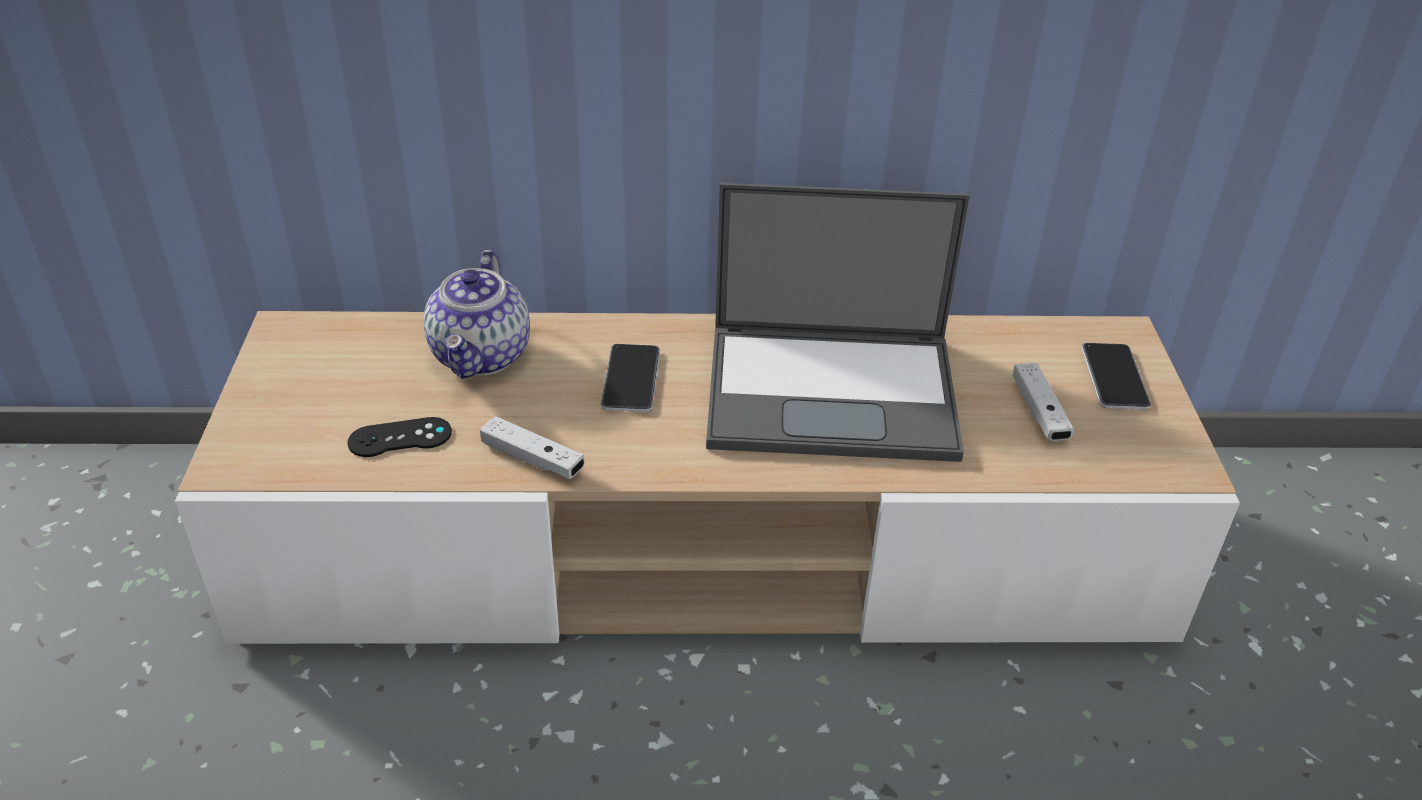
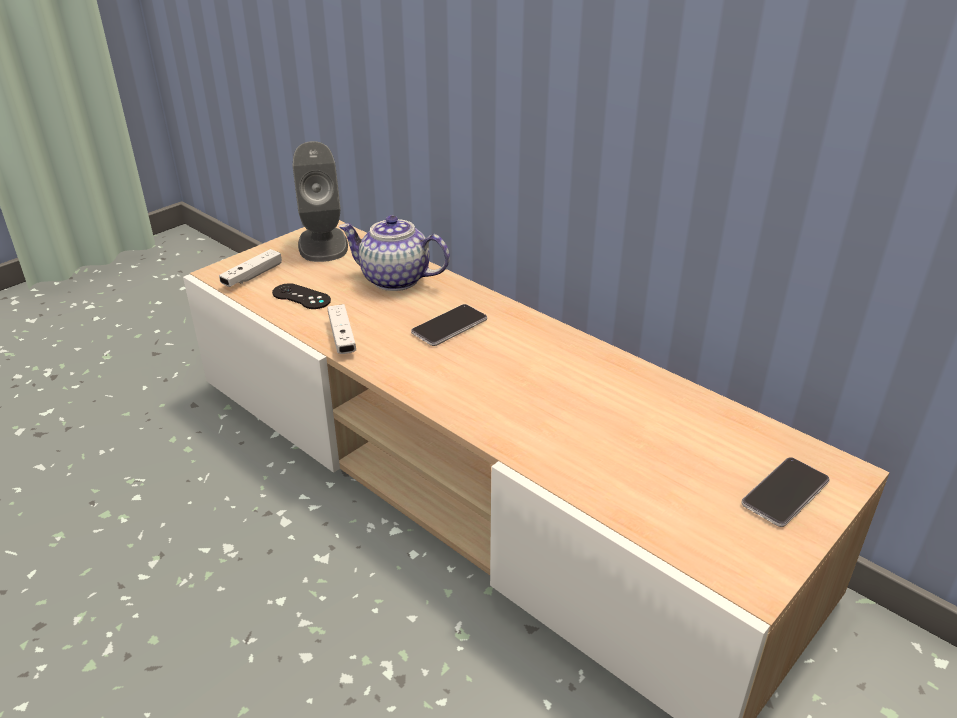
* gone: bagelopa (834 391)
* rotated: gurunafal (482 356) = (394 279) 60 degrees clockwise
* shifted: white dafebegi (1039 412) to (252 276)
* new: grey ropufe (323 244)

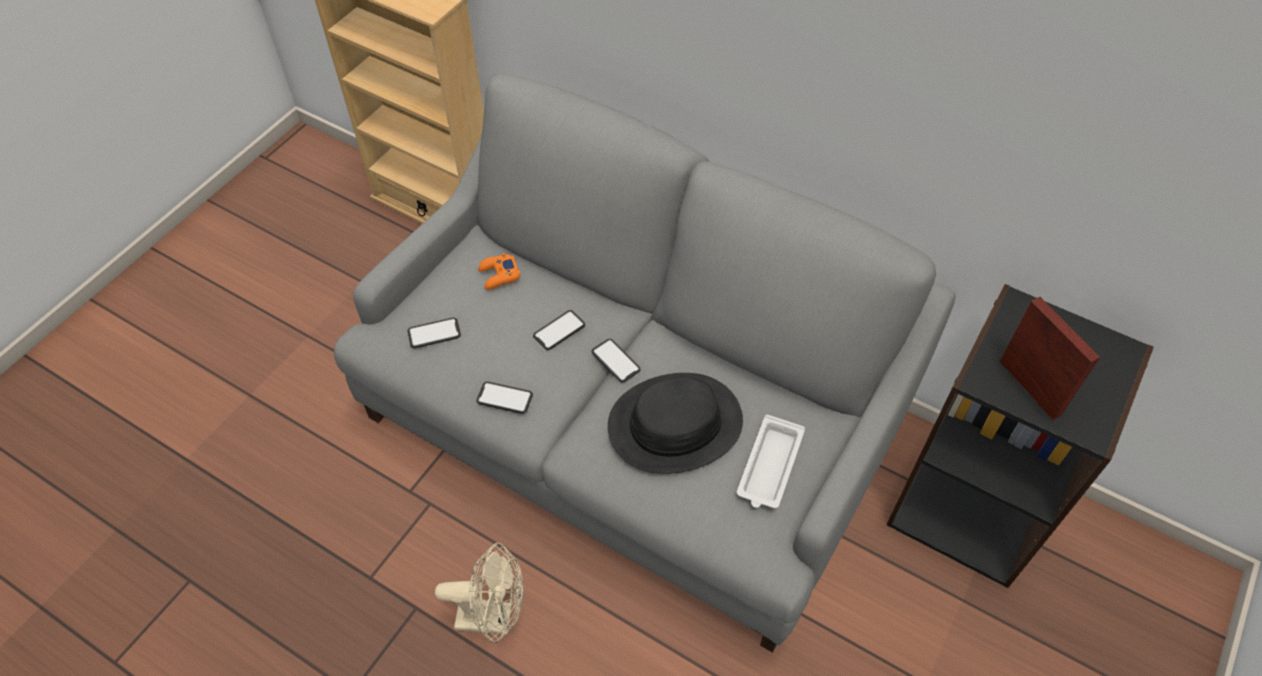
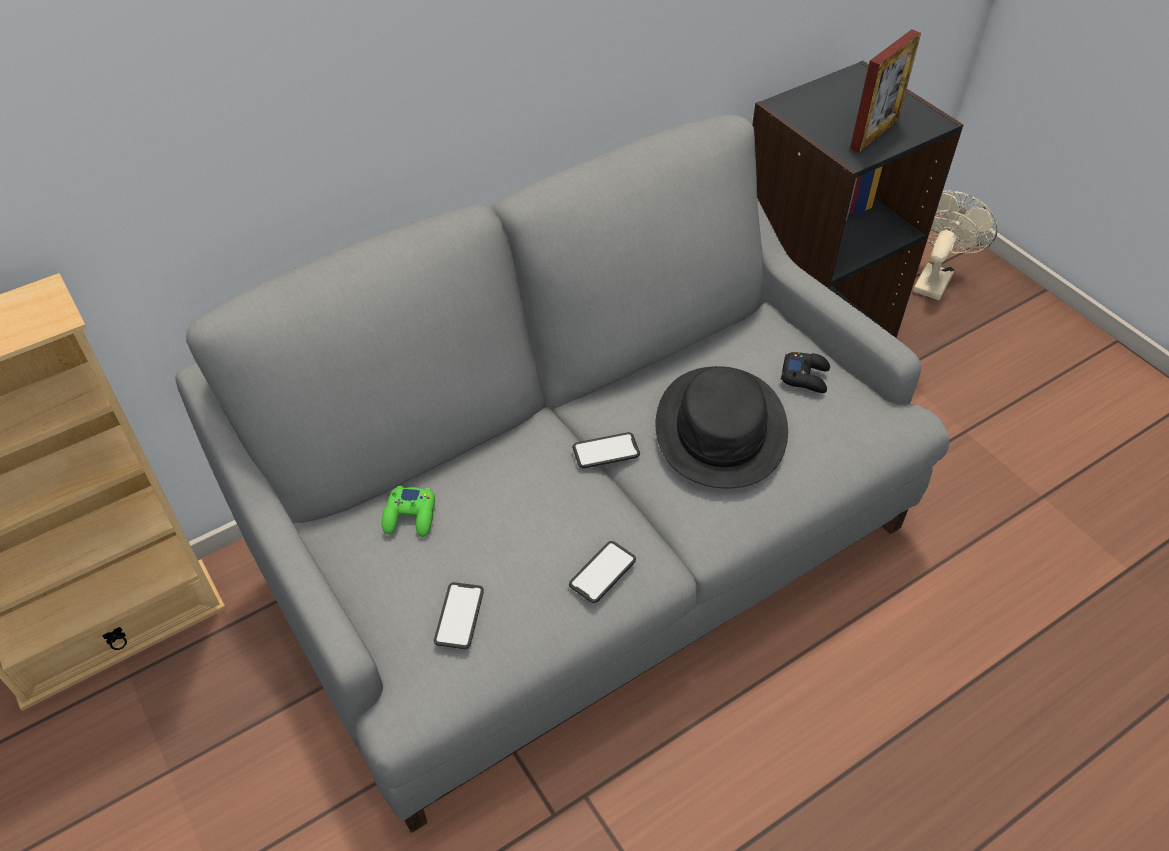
* repainted: orange dafebegi (499 275) to green dafebegi (410 516)
* rotated: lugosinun (1029 387) = (874 134) 135 degrees clockwise
* gone: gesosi (559 330)
* swapped: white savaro (769 466) to black dafebegi (805 376)
* shifted: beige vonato (493 617) to (934 278)

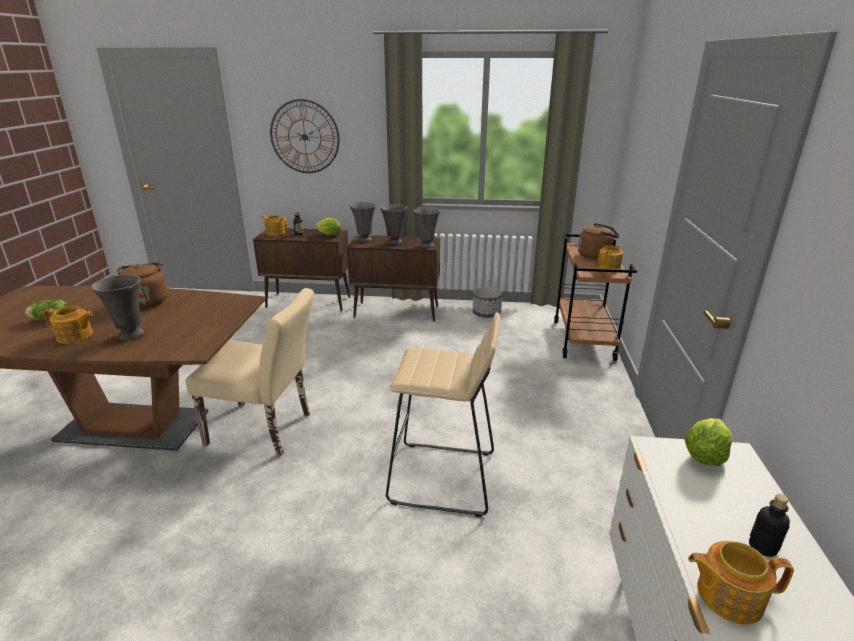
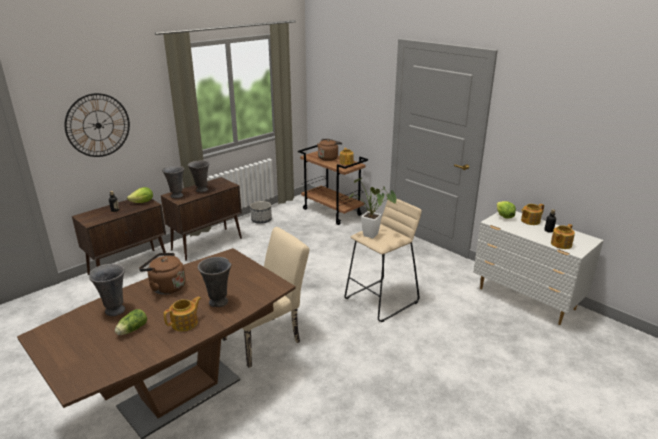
* shifted: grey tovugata (426 245) to (115 310)
* shifted: gurunafal (275 233) to (529 221)
* new: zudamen (373 236)

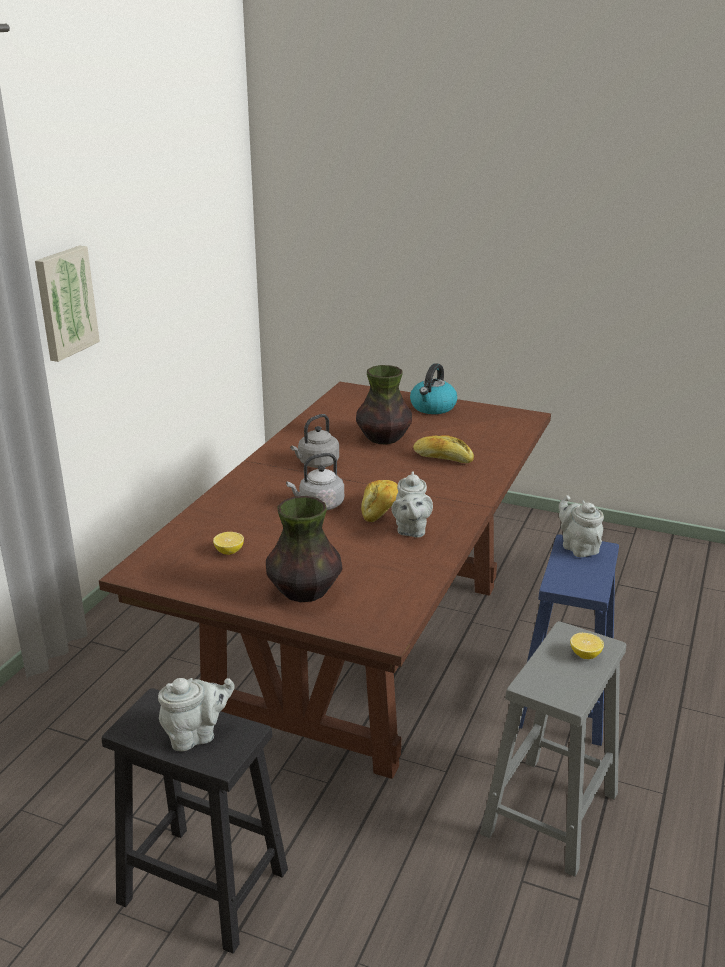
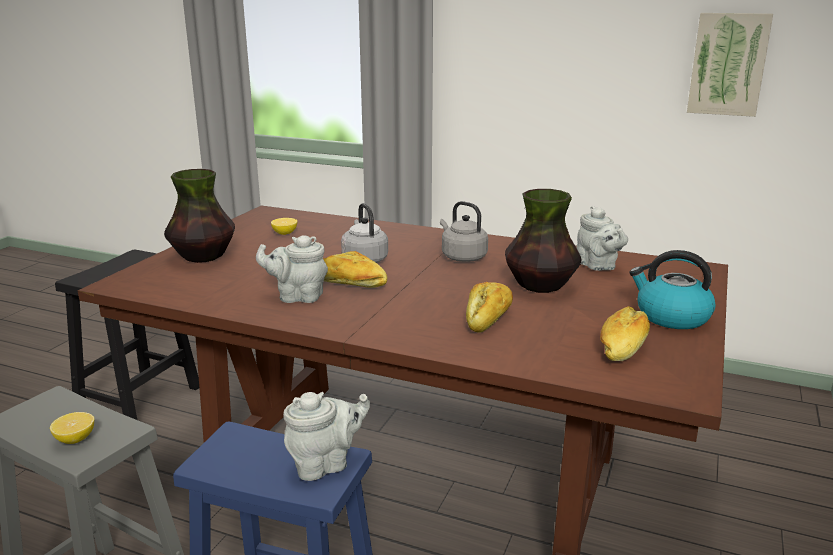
* shifted: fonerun (64 302) to (728 64)
* shifted: grey gurunafal (196 735) to (598 266)
* new: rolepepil (623 347)

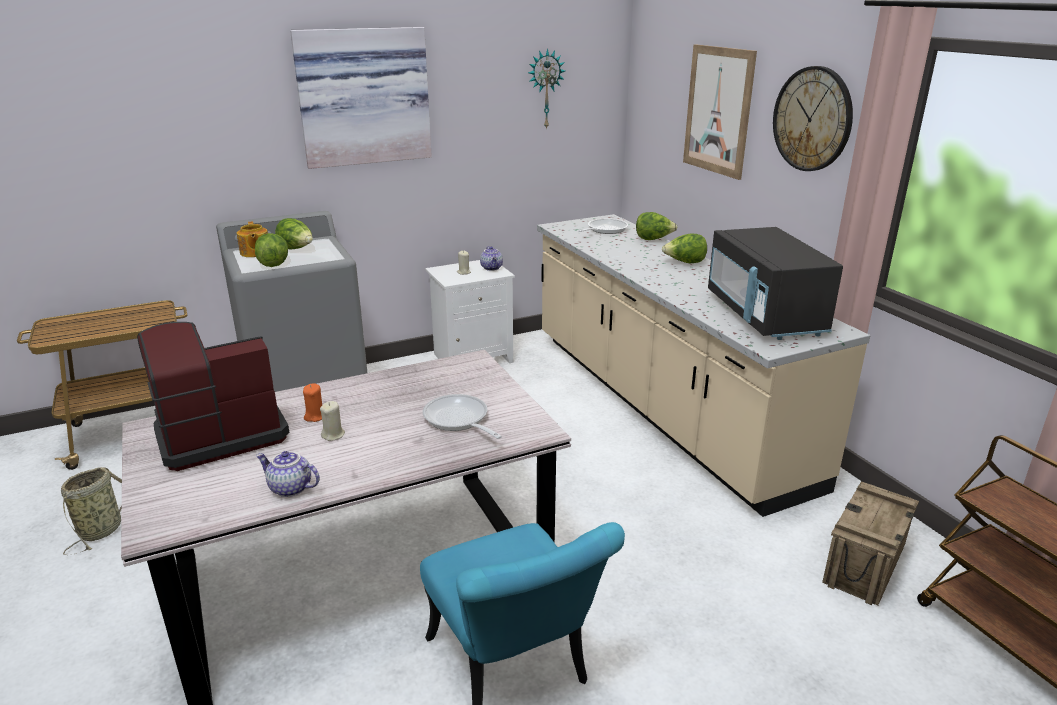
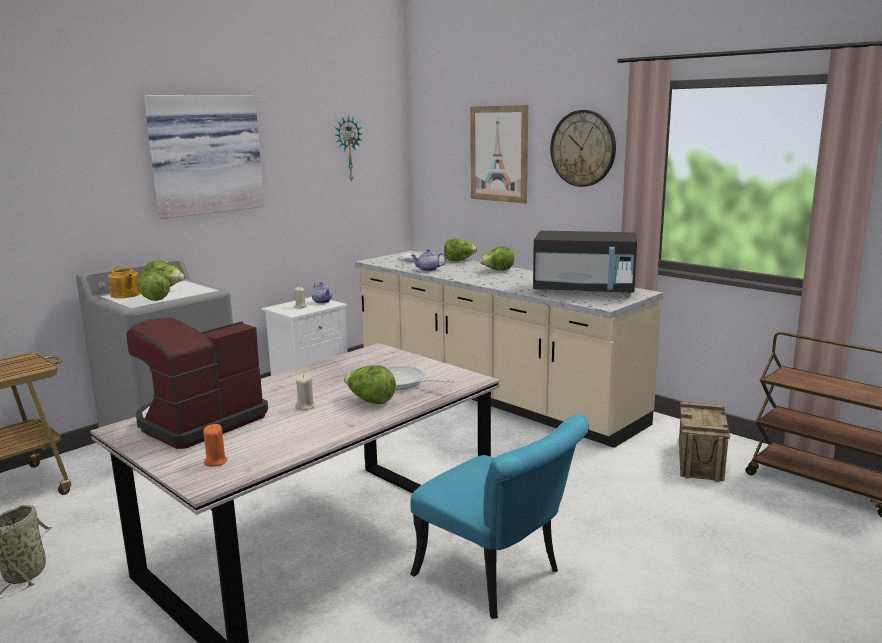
* rotated: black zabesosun (764 315) = (584 290) 45 degrees counterclockwise
* shifted: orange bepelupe (315 416) to (215 461)
* shifted: gurunafal (289 489) to (428 270)
* new: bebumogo (370 401)

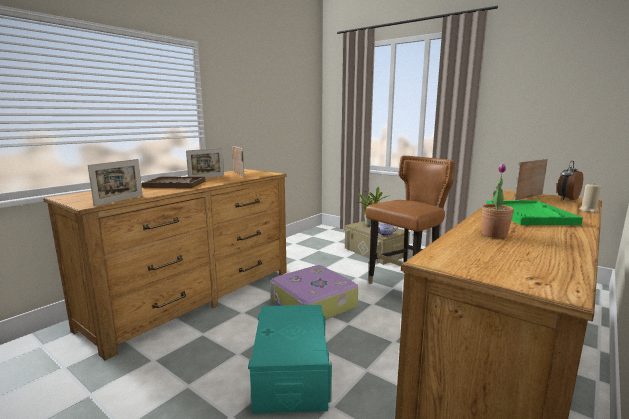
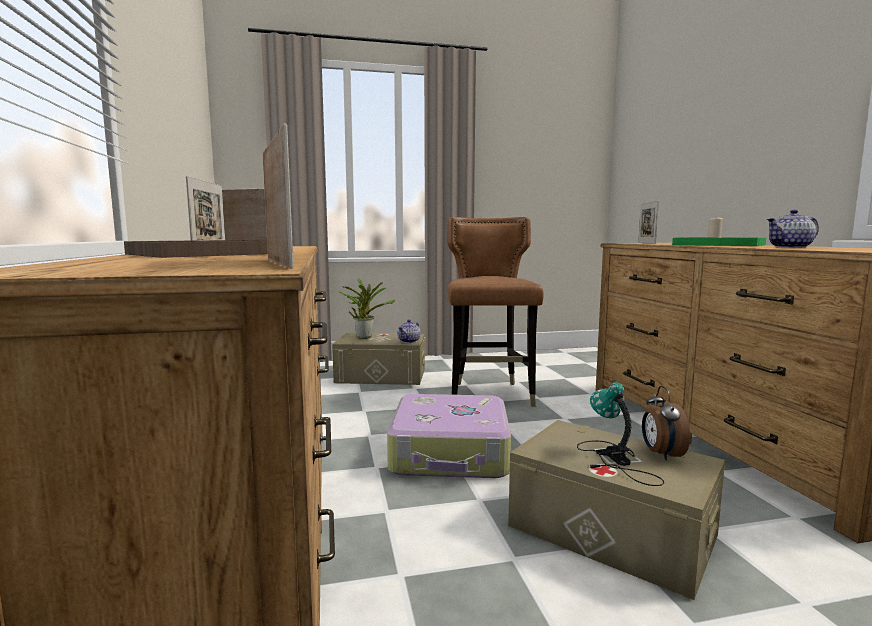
* shifted: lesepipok (567 199) to (661 454)
* swapped: zudamen (494 234) to gurunafal (791 247)
* repainted: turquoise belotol (291 372) to beige belotol (611 530)
* new: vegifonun (614 460)

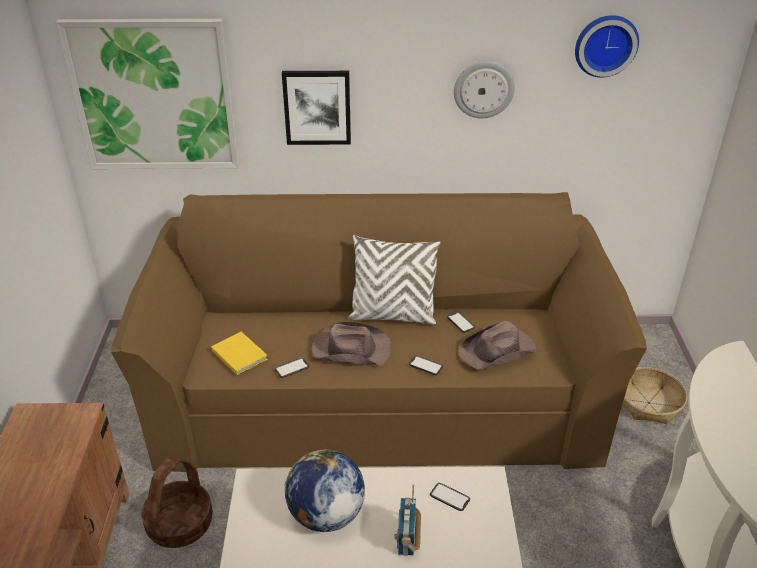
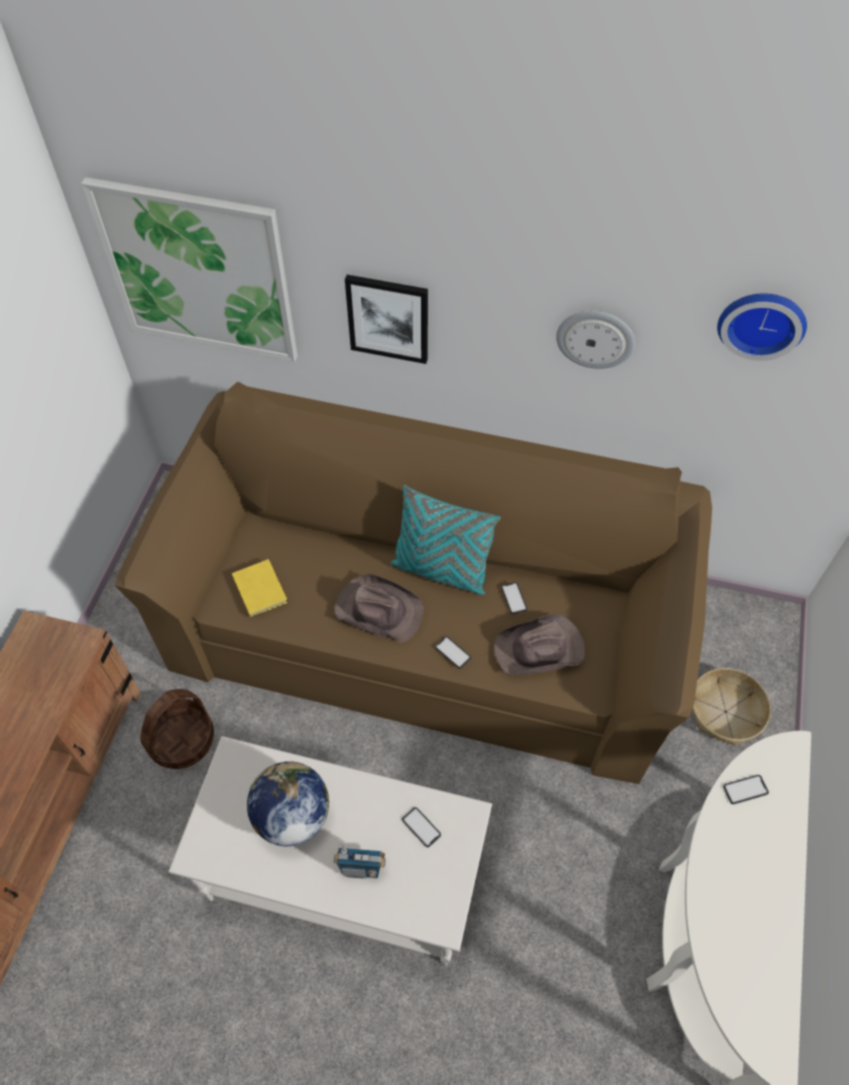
* repainted: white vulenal (393 315) to turquoise vulenal (441 570)
* shifted: gesosi (292 368) to (745 789)
* rotated: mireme (407 541) = (361 868) 105 degrees counterclockwise

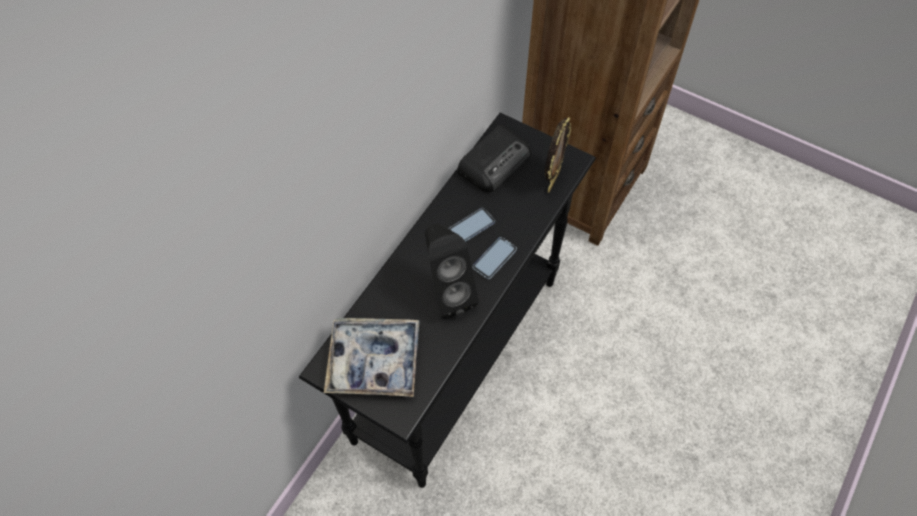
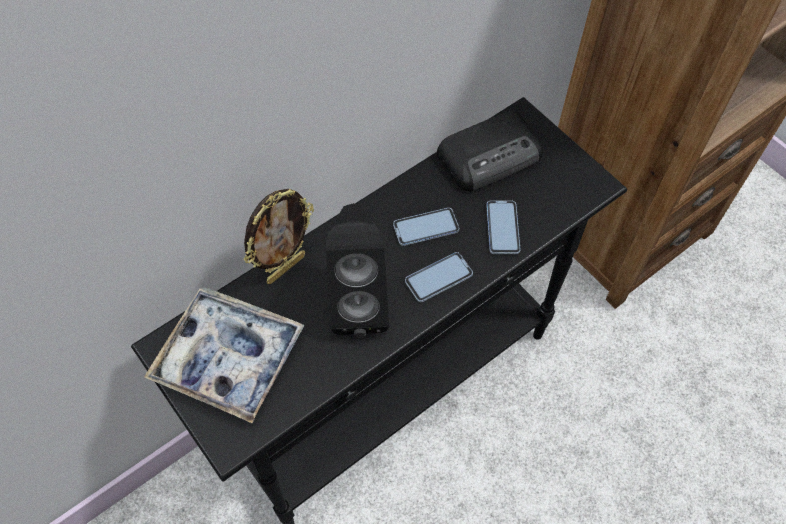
* shifted: lugosinun (552 179) to (285 268)
* new: gesosi (502 228)

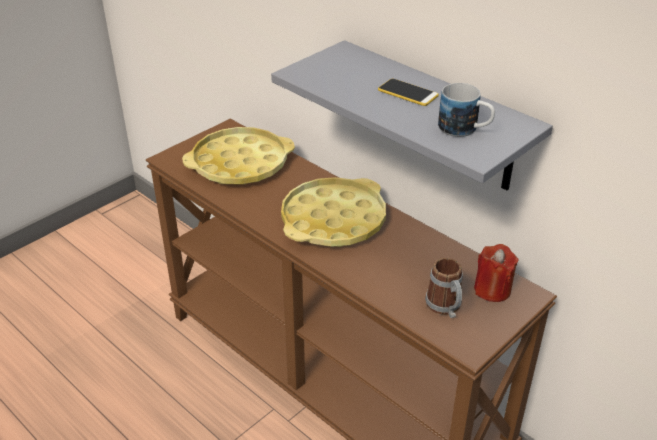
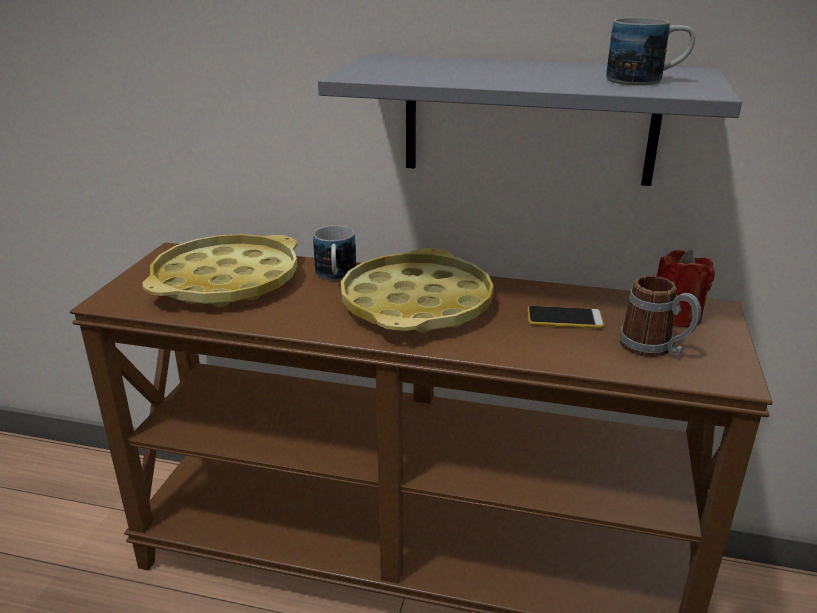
* shifted: gesosi (408 93) to (564 318)
* new: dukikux (335 276)

